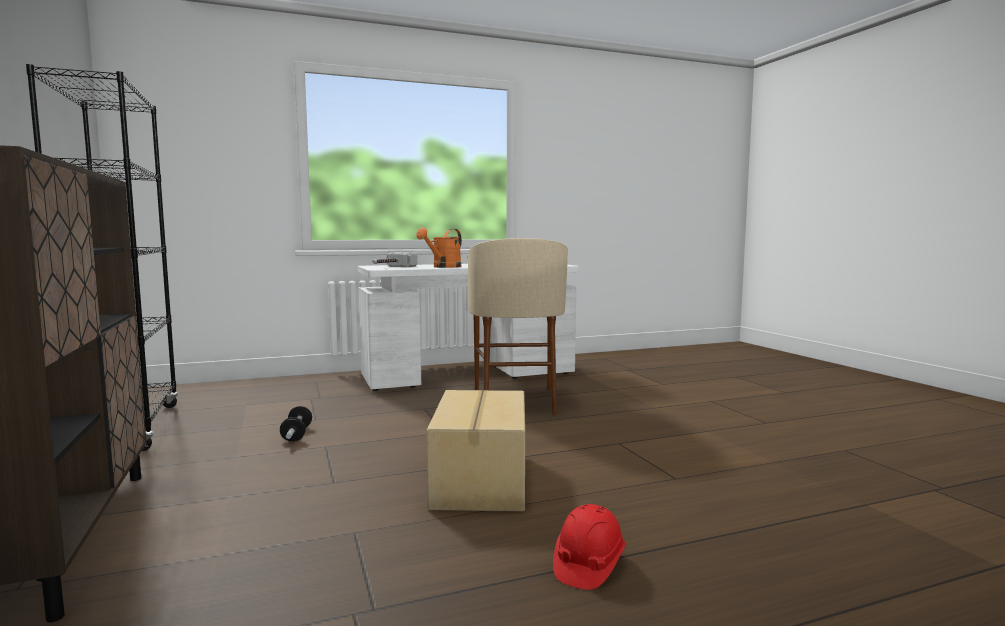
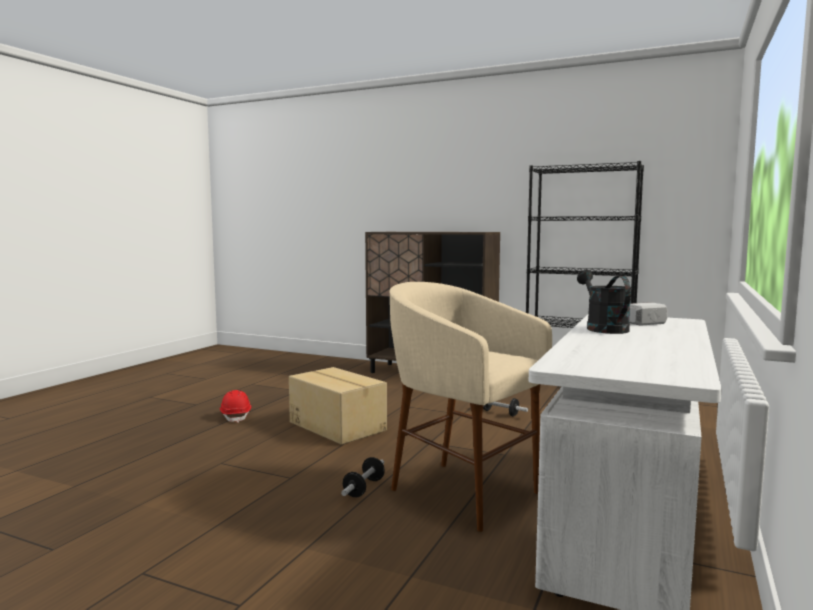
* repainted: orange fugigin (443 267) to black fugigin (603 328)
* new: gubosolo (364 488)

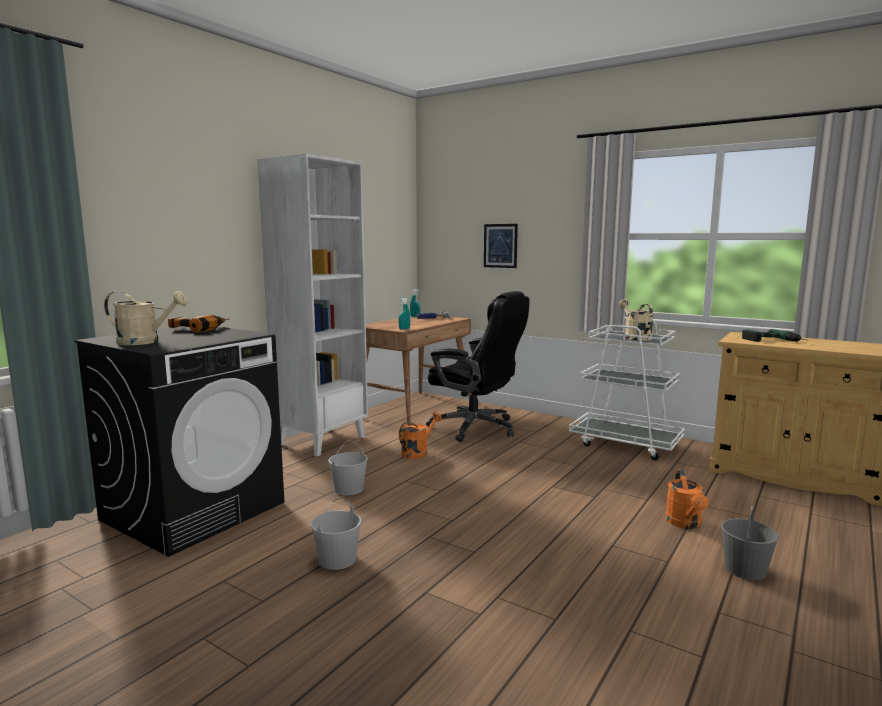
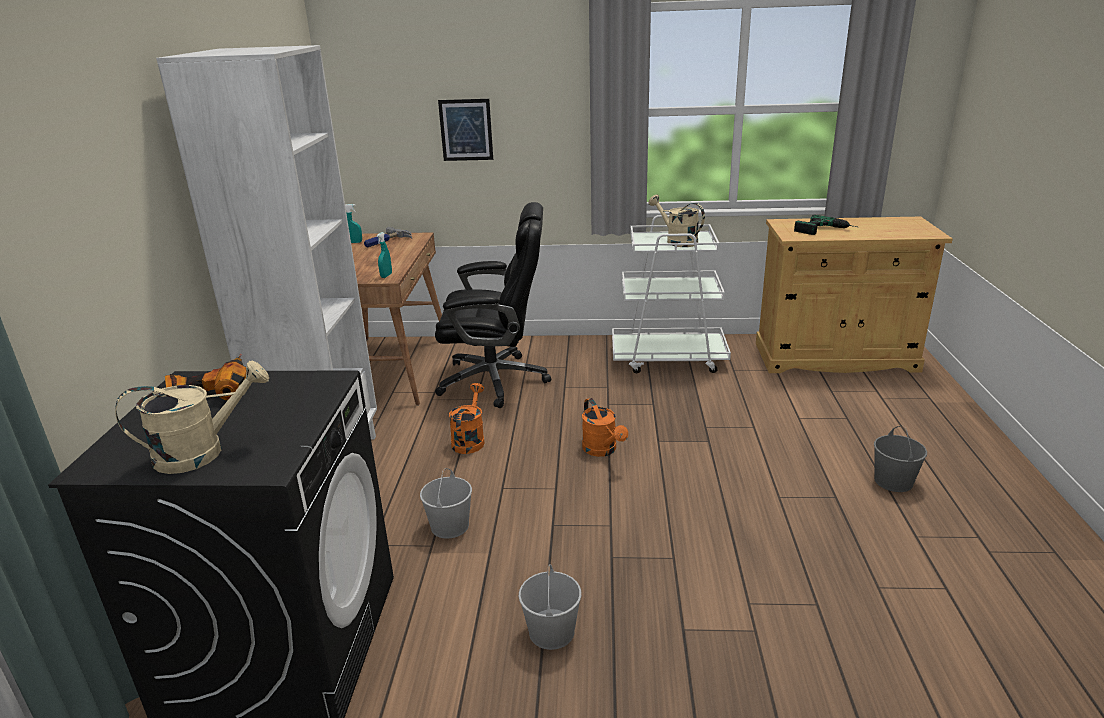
* shifted: orange fugigin (685 523) to (602 450)

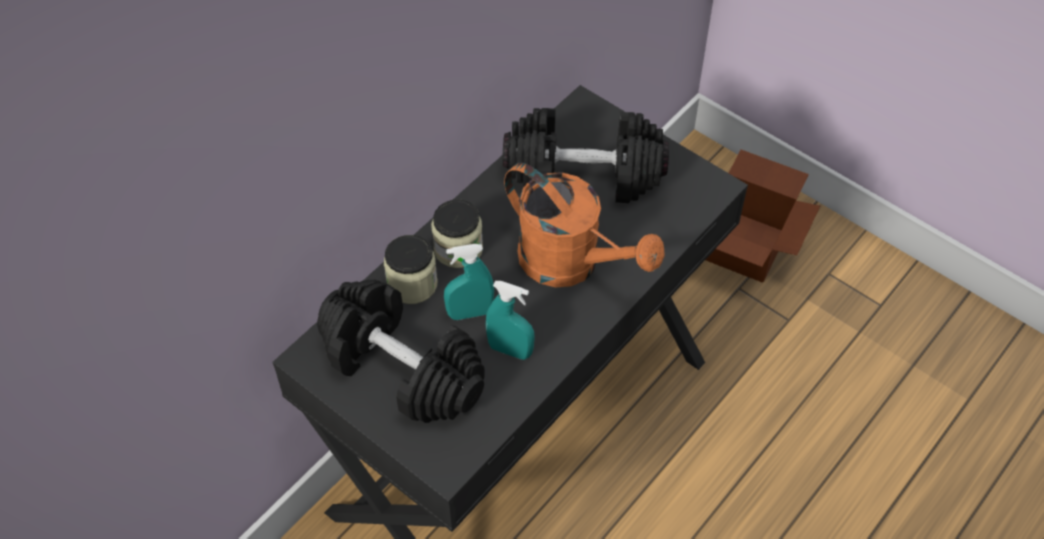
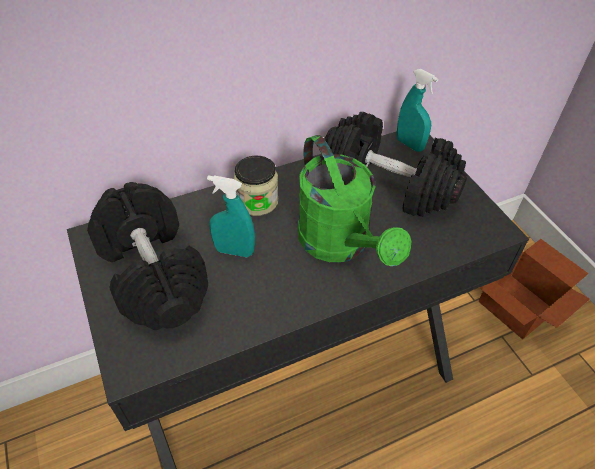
* repainted: orange fugigin (572 263) to green fugigin (340 245)
* gone: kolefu (412 284)
* shifted: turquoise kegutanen (510 350) to (409 144)

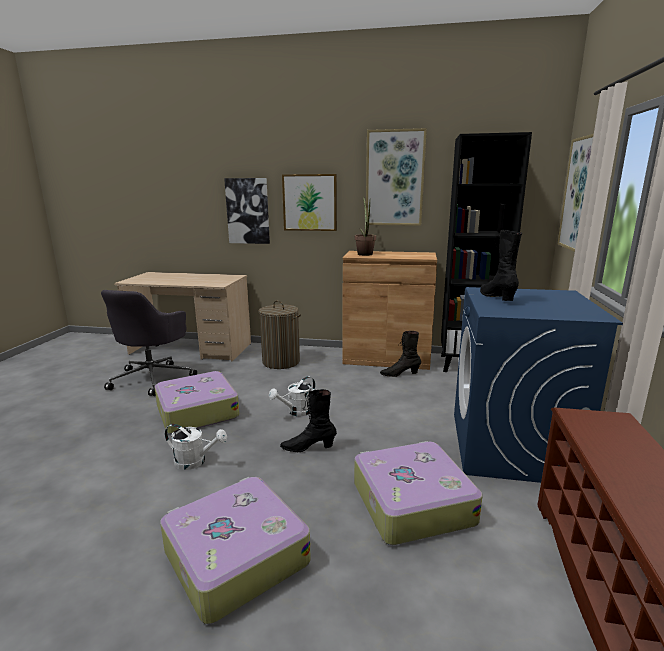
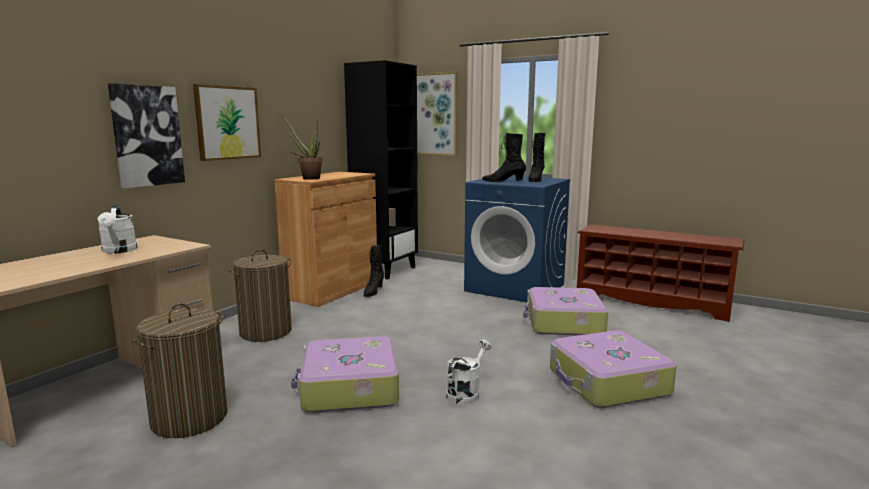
* gone: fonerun (394 178)
* swapped: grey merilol (153 378) to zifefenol (189 419)
* shifted: white fugigin (296 412) to (119 251)
* shifted: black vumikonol (308 447) to (535 180)

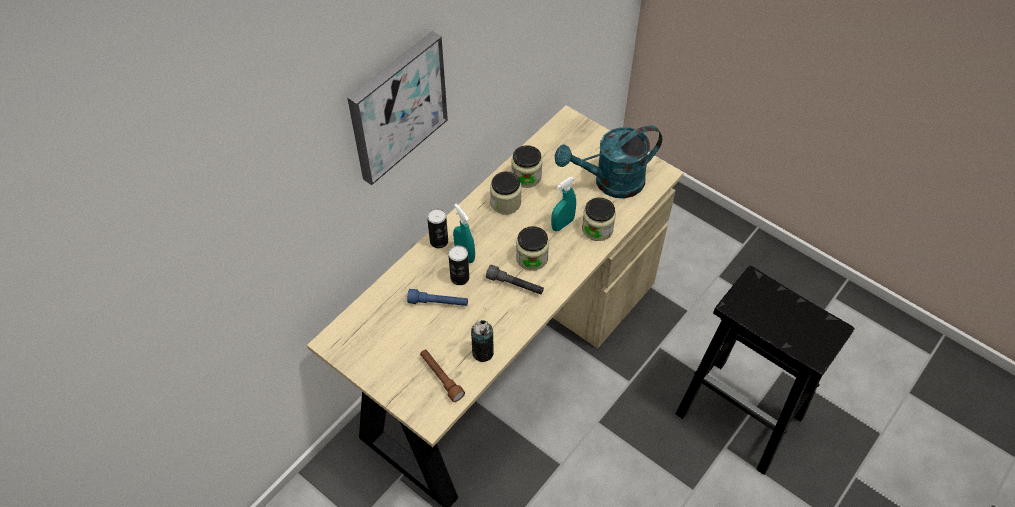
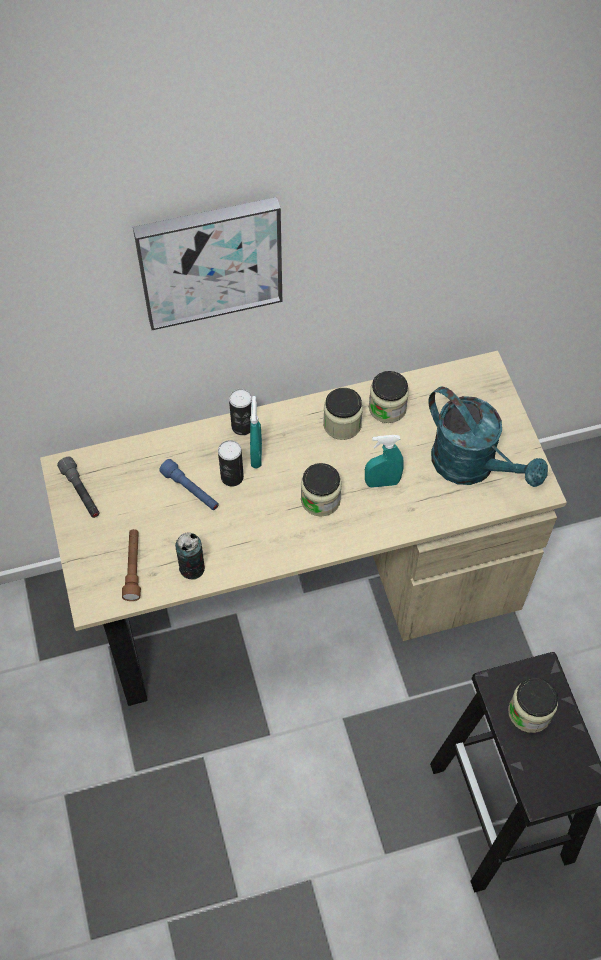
* rotated: turquoise fugigin (610 182) = (472 466) 150 degrees counterclockwise
* shifted: kolefu (597 229) to (529 712)
* shifted: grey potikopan (515 285) to (81 492)

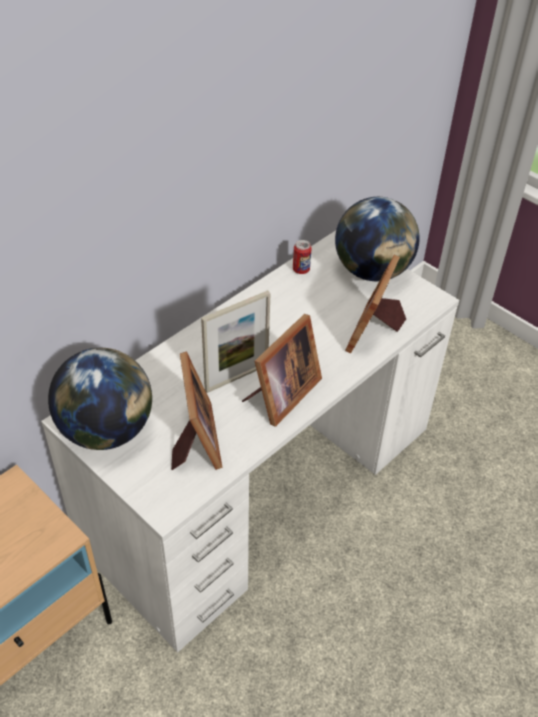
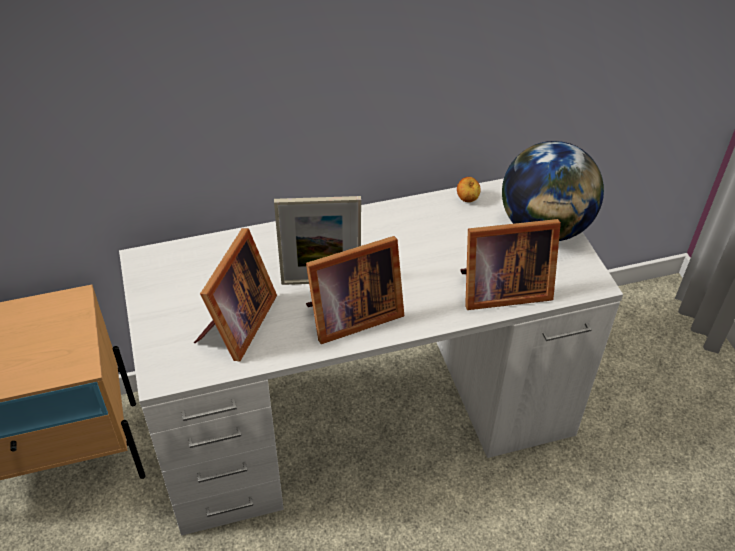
* swapped: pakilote (301 270) to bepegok (467 200)
* rotated: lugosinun (375 330) = (500 290) 150 degrees counterclockwise
* gone: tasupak (107 430)

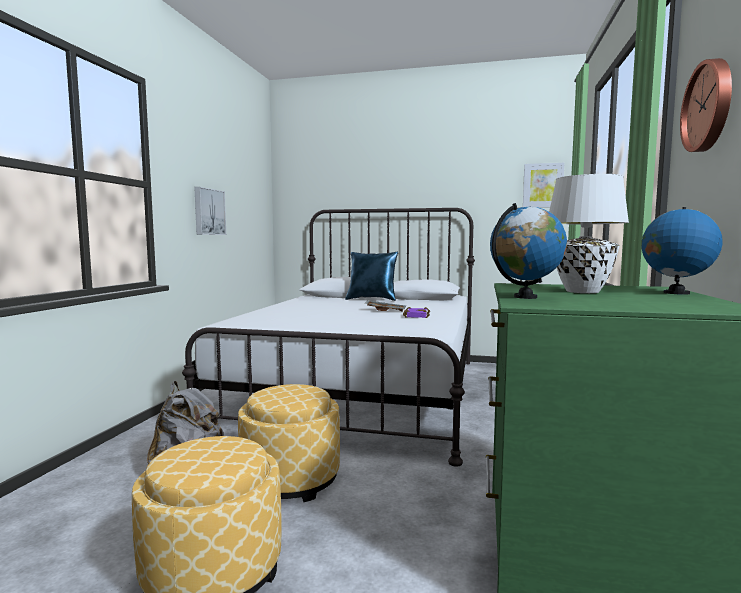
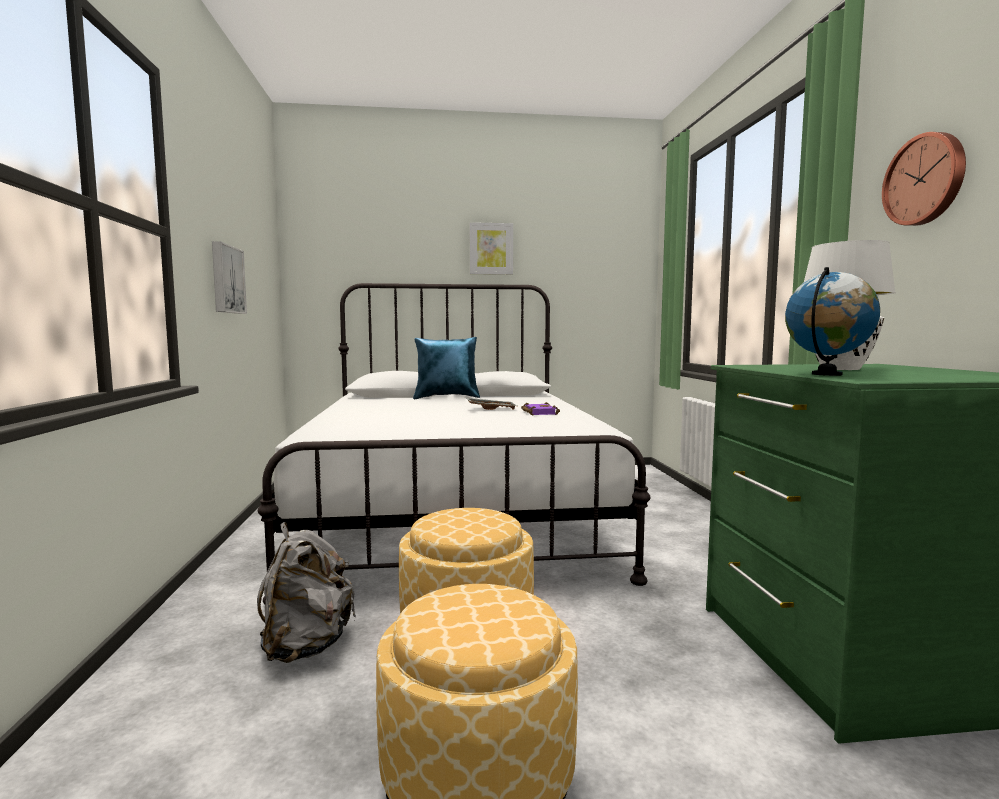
* shifted: fonerun (543 185) to (491 249)
* gone: tasupak (676 293)

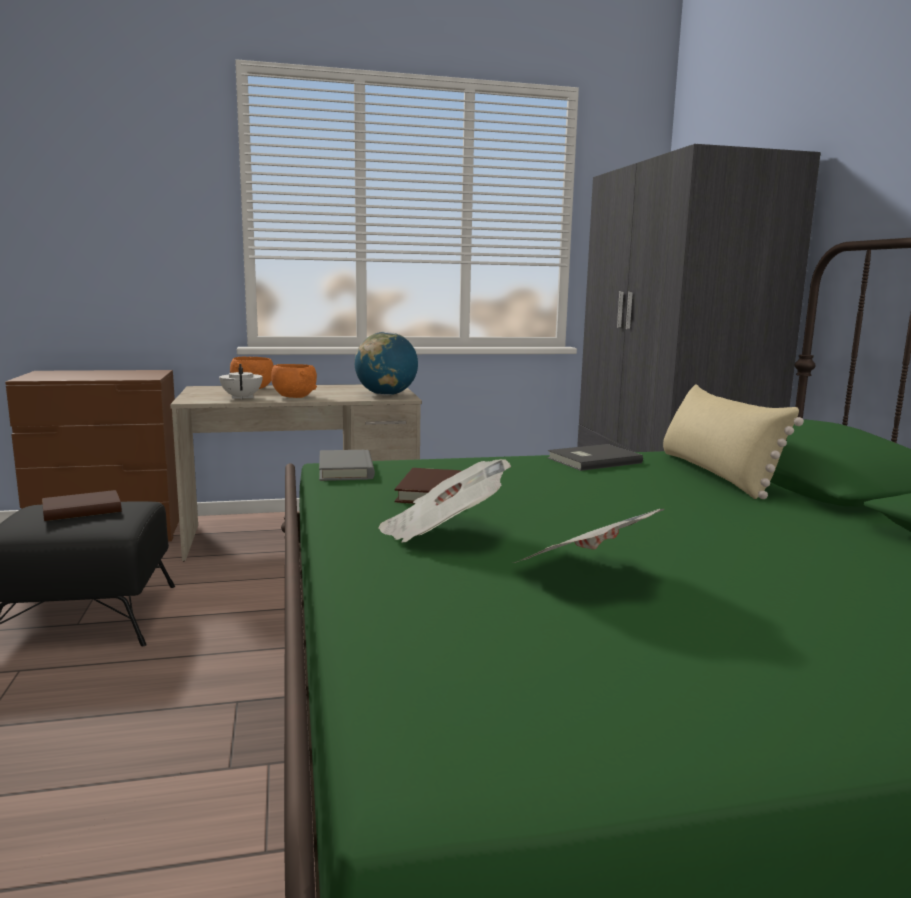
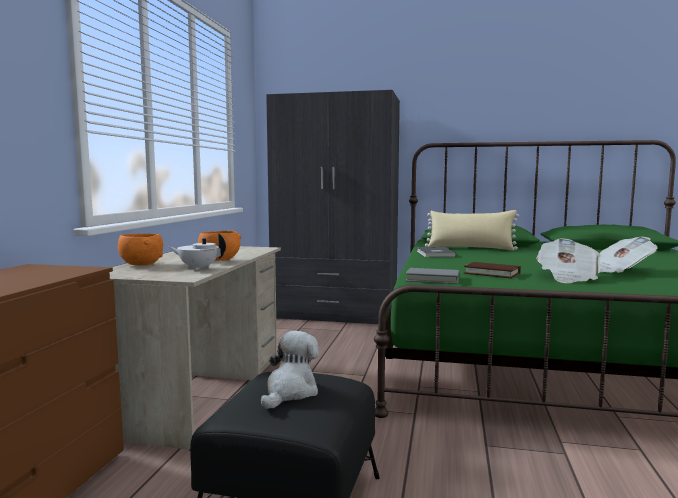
* gone: tasupak (386 395)
* swapped: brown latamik (82 510) to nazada (290 392)

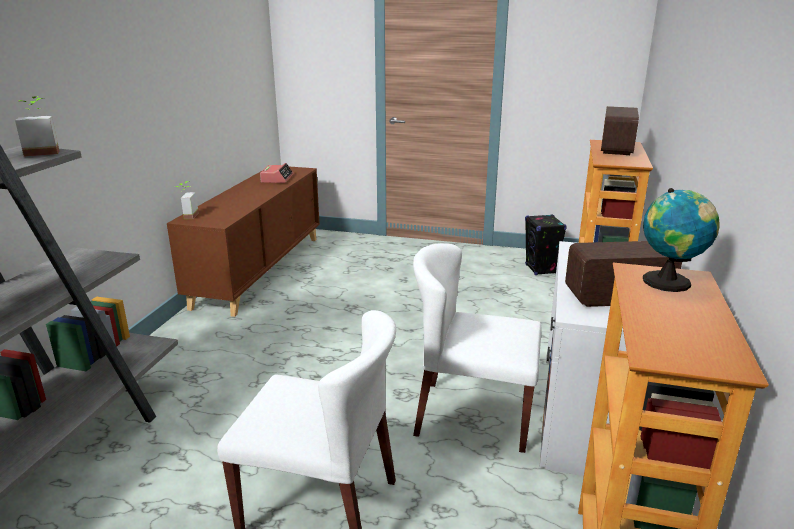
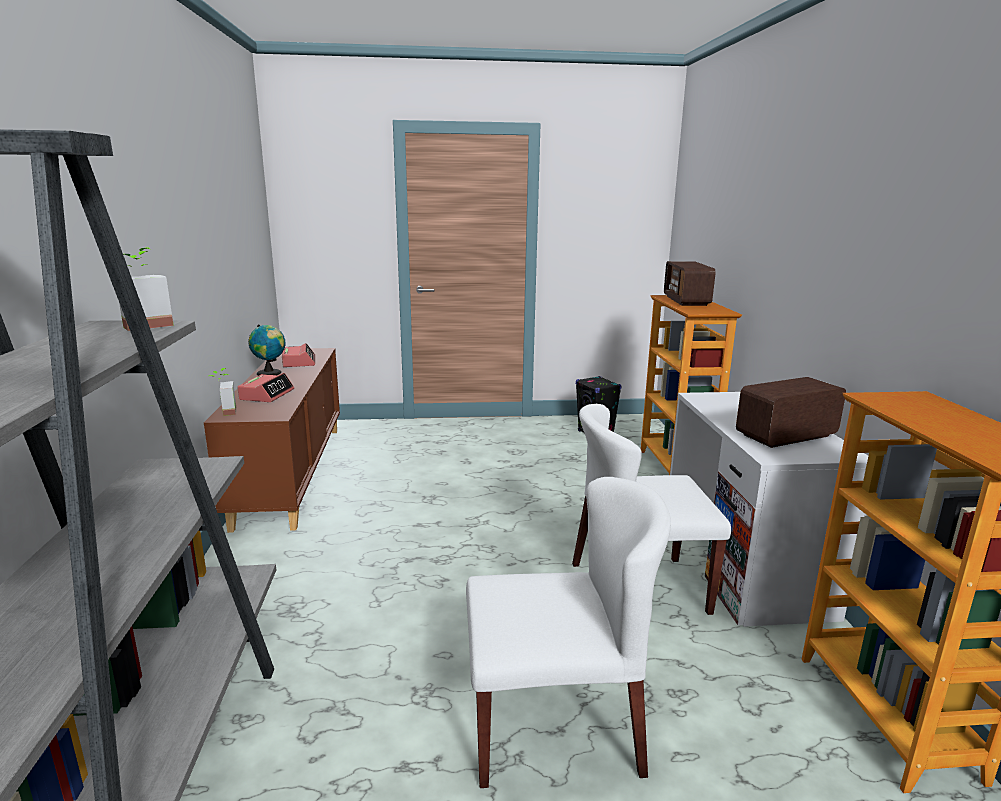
* shifted: tasupak (670 282) to (270 373)
* new: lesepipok (267 395)

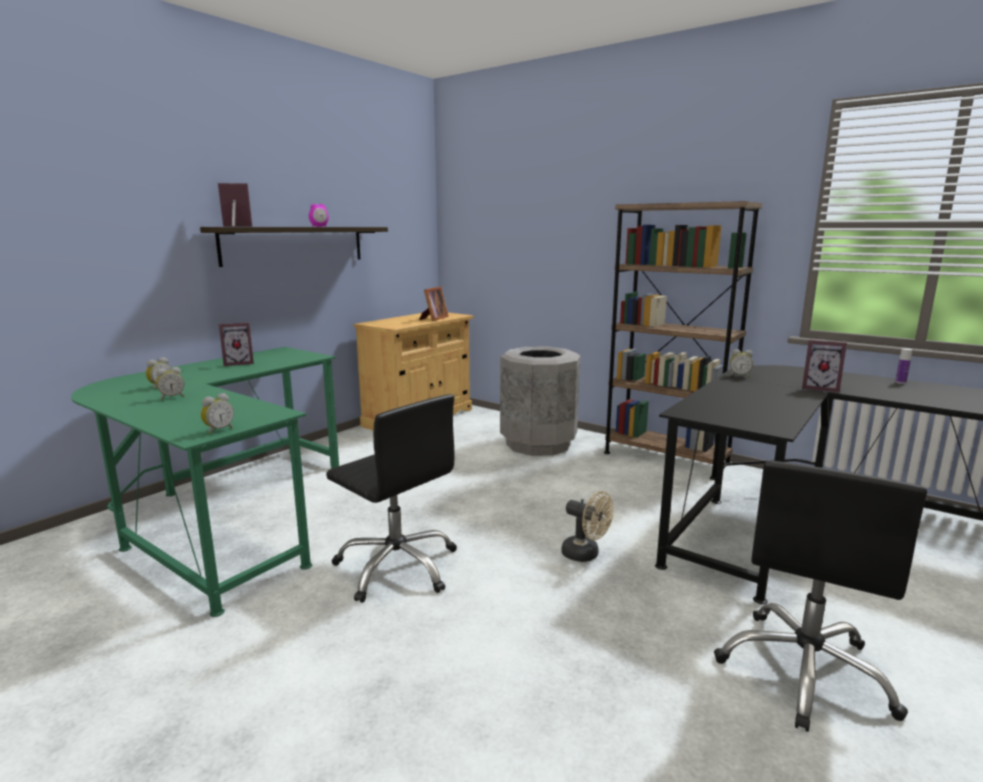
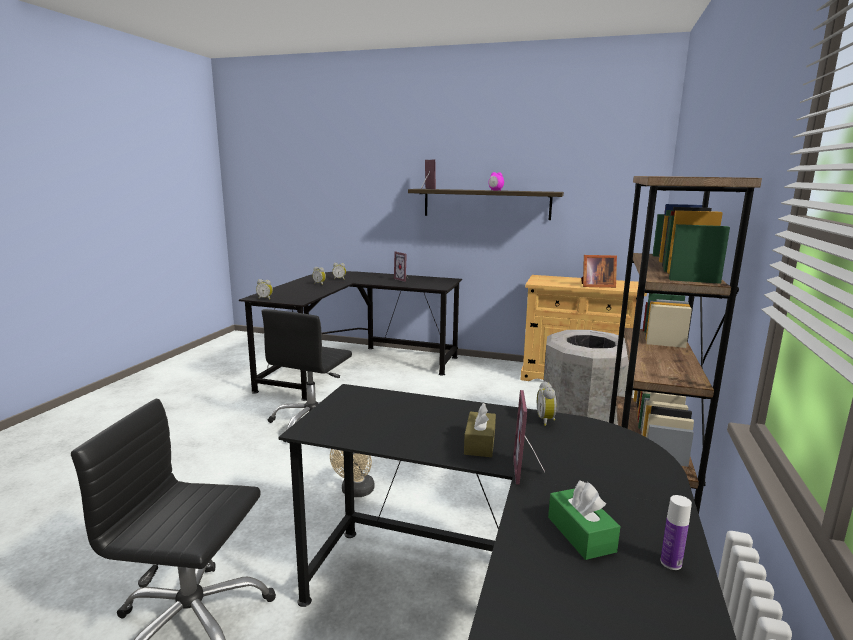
* repainted: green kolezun (225 514) to black kolezun (354 365)
* new: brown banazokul (479 443)
* new: green banazokul (581 534)

